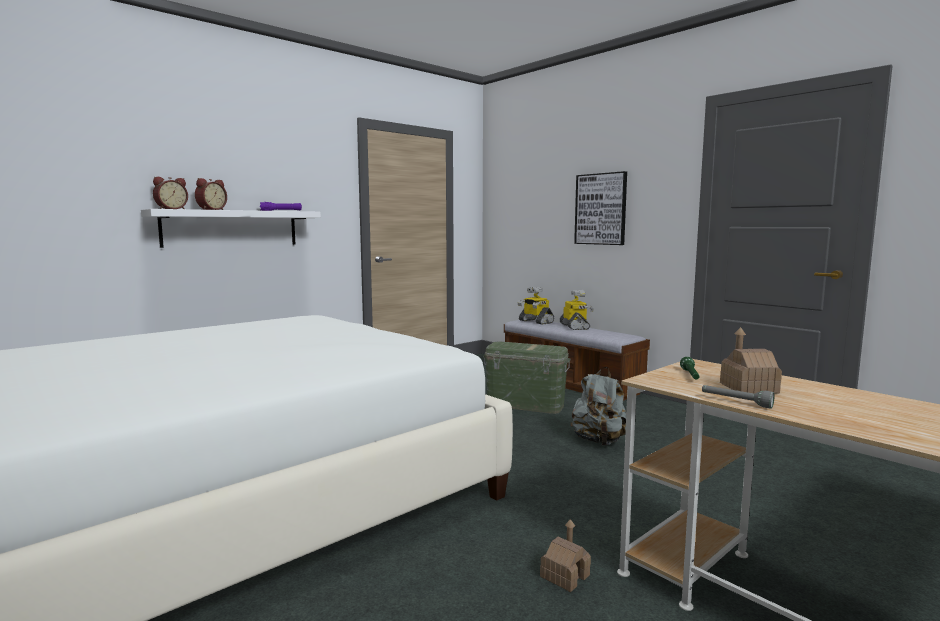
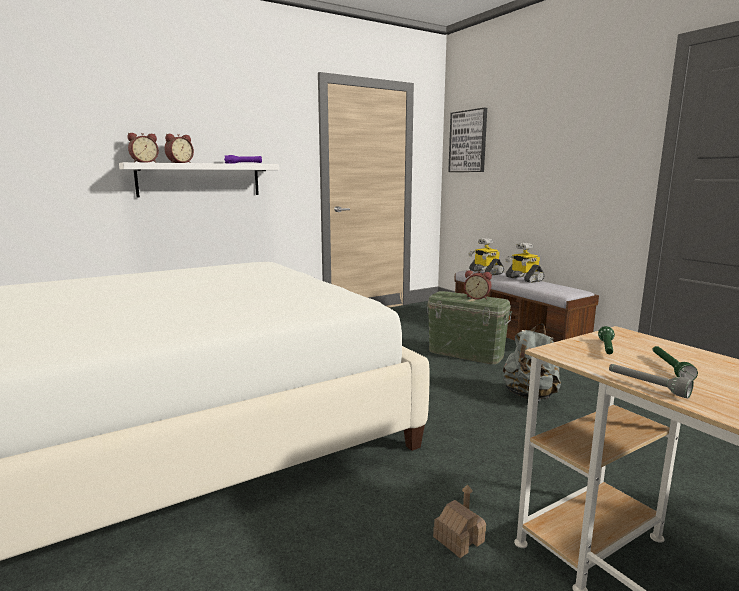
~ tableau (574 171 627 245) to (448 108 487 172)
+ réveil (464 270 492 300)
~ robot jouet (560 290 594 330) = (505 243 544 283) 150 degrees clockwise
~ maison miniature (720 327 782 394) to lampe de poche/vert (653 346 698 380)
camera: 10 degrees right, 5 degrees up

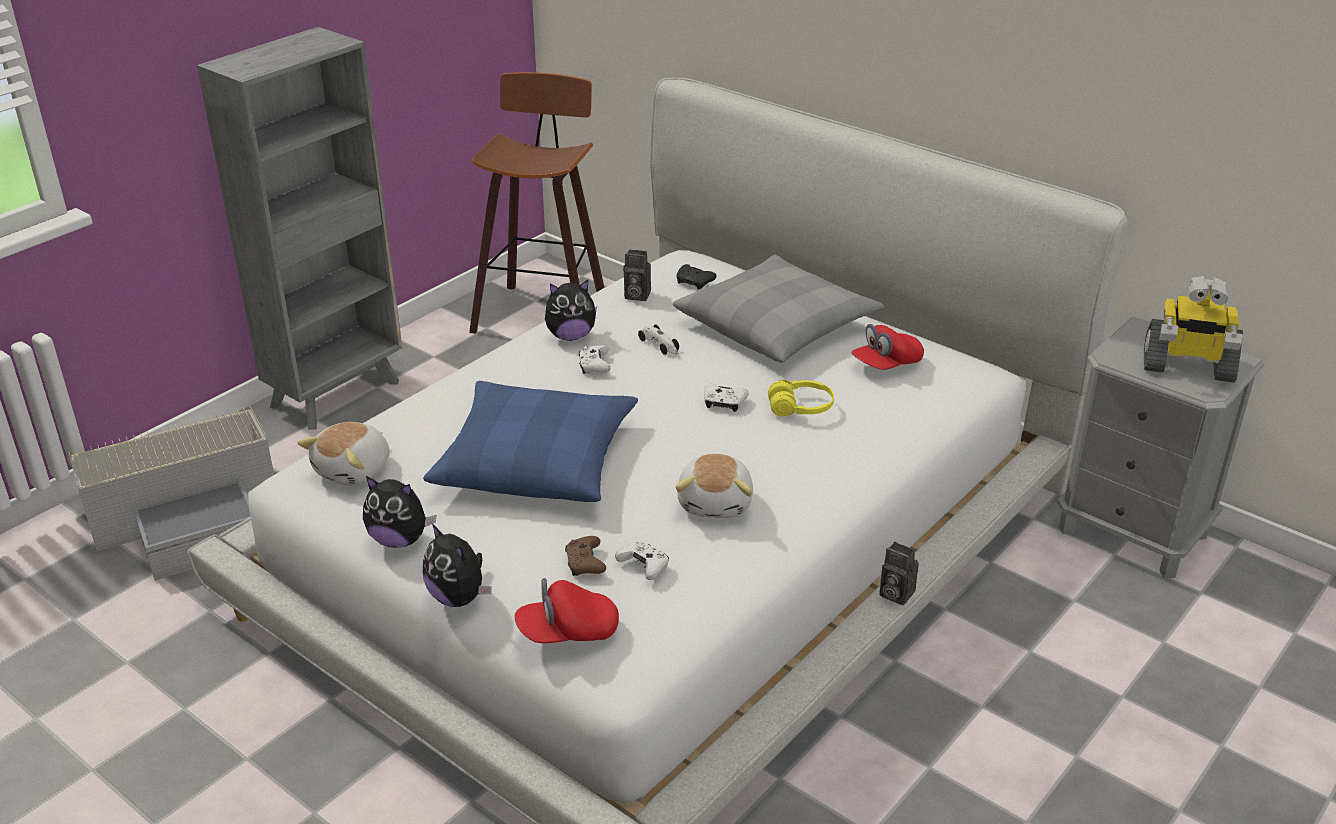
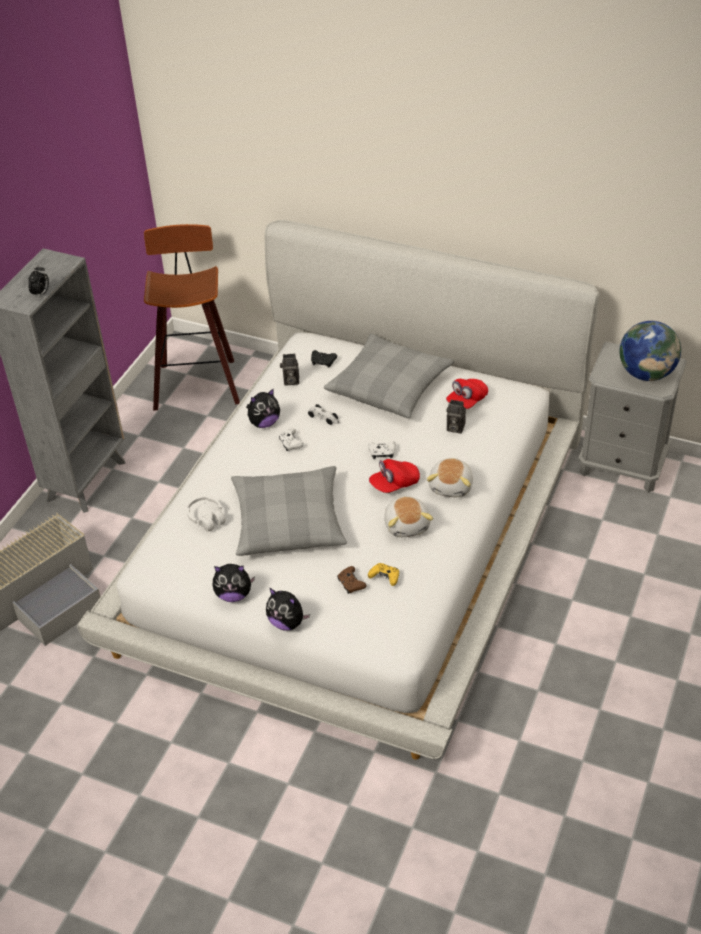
+ réveil (28 265 49 296)
+ casque audio/blanc (187 497 226 531)
~ coussin/bleu (423 381 638 502) to coussin/gris (231 466 347 556)
~ manette/blanc (615 542 669 580) to manette/jaune (368 563 399 586)
~ casquette/rouge (515 578 619 643) to (369 459 420 493)
~ peluche (298 422 389 486) to (427 458 473 497)
~ appareil photo (880 542 919 605) to (446 399 466 434)
~ robot jouet (1144 276 1243 382) to globe (619 321 681 381)
- casque audio/jaune (768 380 834 417)
camera: 15 degrees left, 10 degrees up

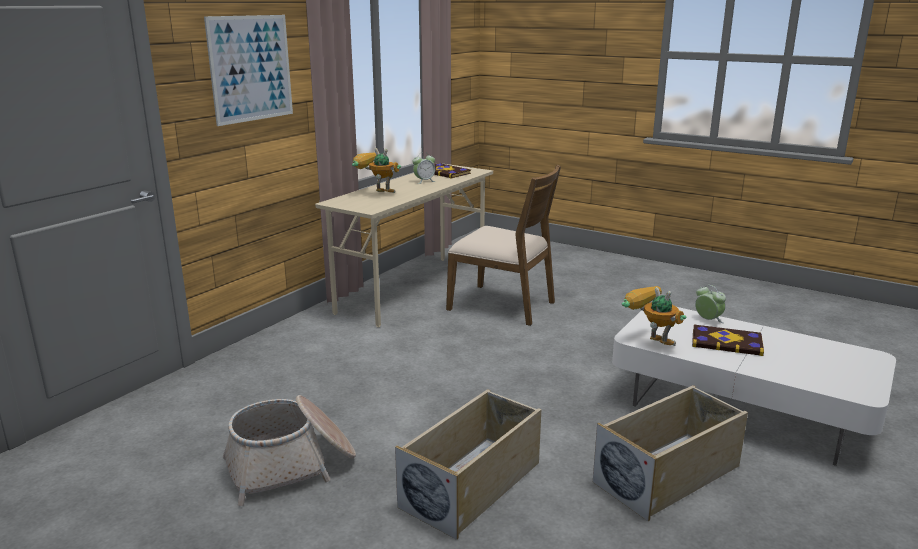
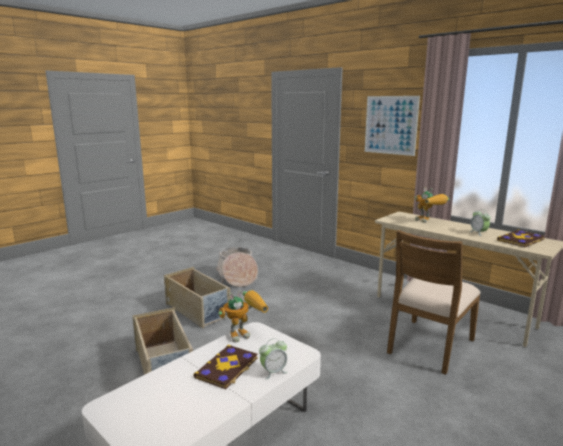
~ robot jouet (352 148 401 193) = (415 187 450 223) 120 degrees clockwise
camera: 100 degrees right, 5 degrees down

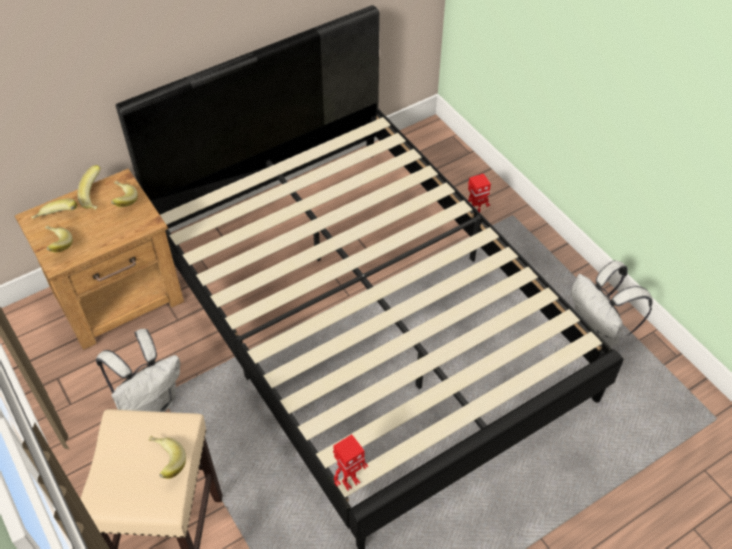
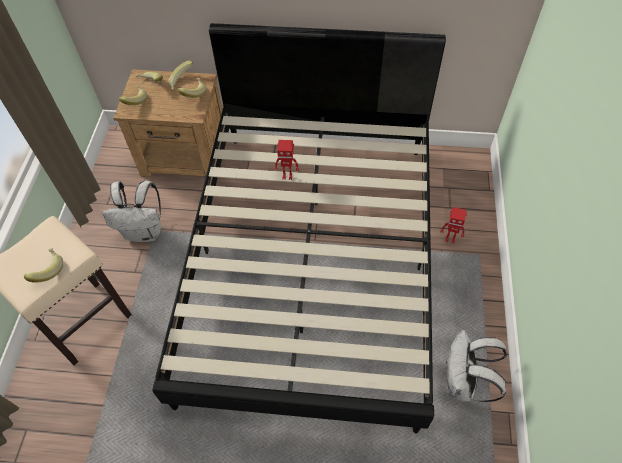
~ robot jouet (333 434 368 491) to (275 140 299 180)
camera: 40 degrees right, 5 degrees up

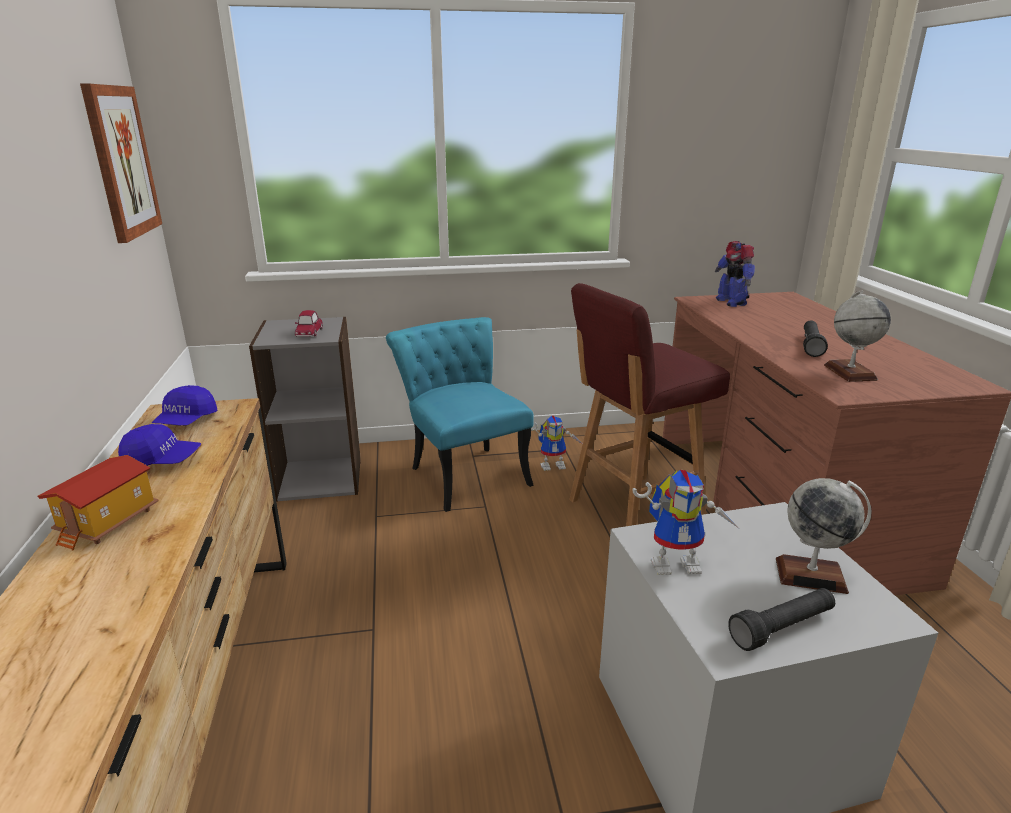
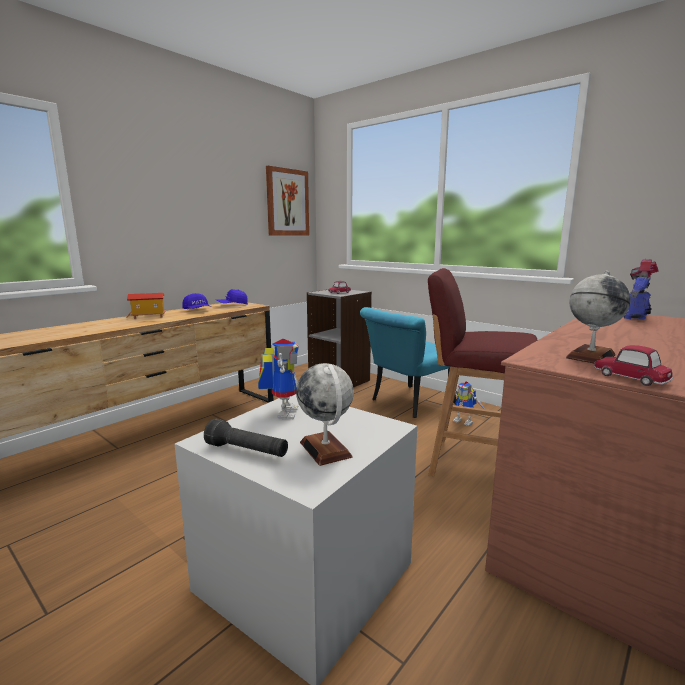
~ robot jouet (633 470 737 575) = (258 339 299 420) 135 degrees counterclockwise
~ chaise/turquoise (386 317 534 512) = (360 307 457 418) 150 degrees counterclockwise
+ petite voiture (594 345 673 386)
- lampe de poche/noir (803 321 828 357)
camera: 50 degrees right, 10 degrees down

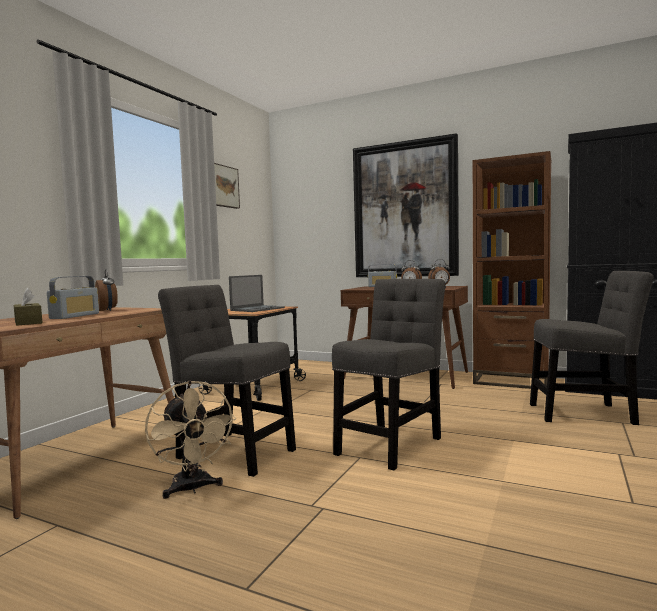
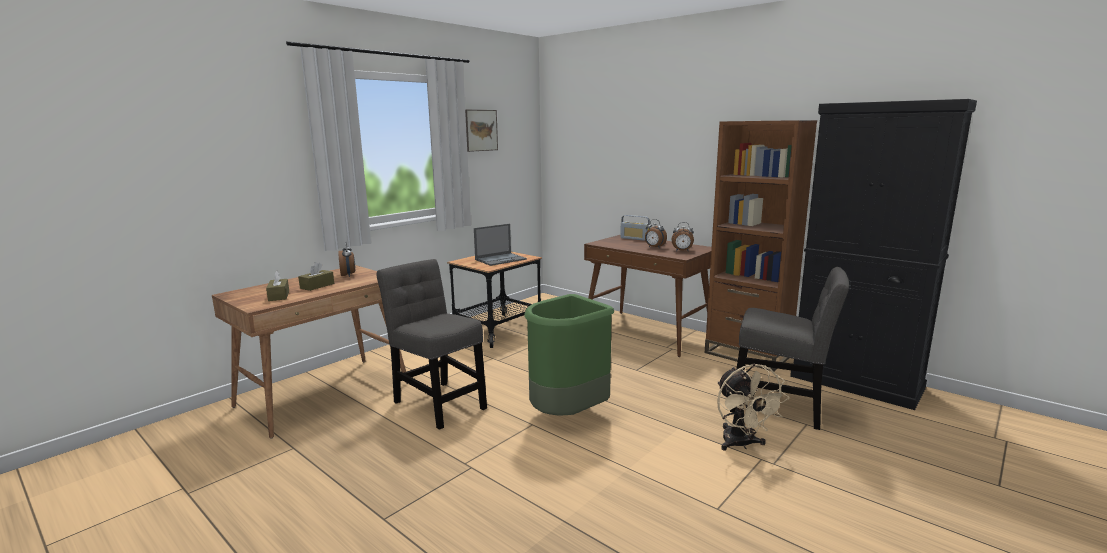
~ radio (47 276 99 319) to boîte à mouchoirs/marron (298 262 334 291)
~ chaise/gris (332 279 445 471) to poubelle/vert (524 294 614 416)
~ ventilateur/beige (145 380 237 499) to (717 364 790 451)
- tableau (353 133 459 277)
camera: 15 degrees right, 10 degrees up

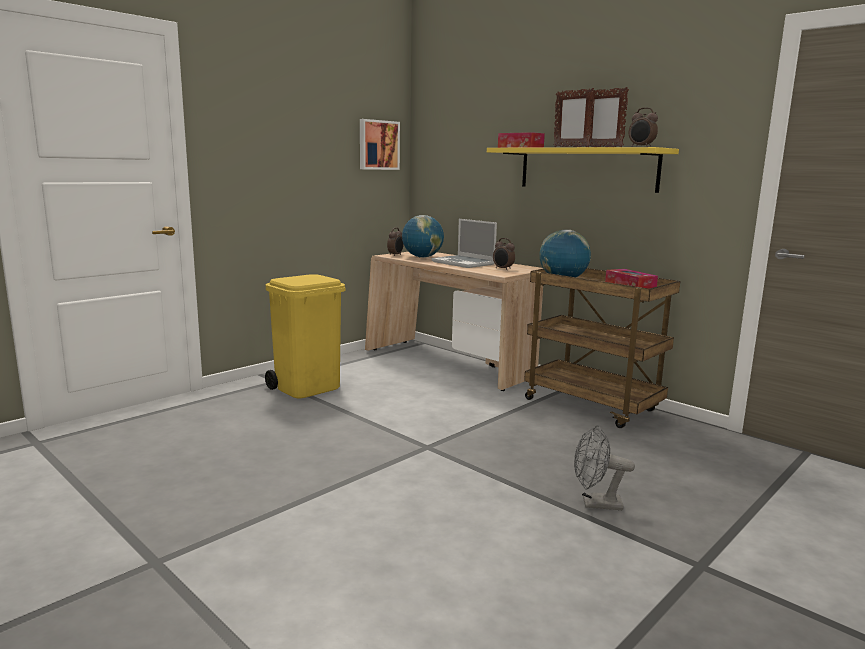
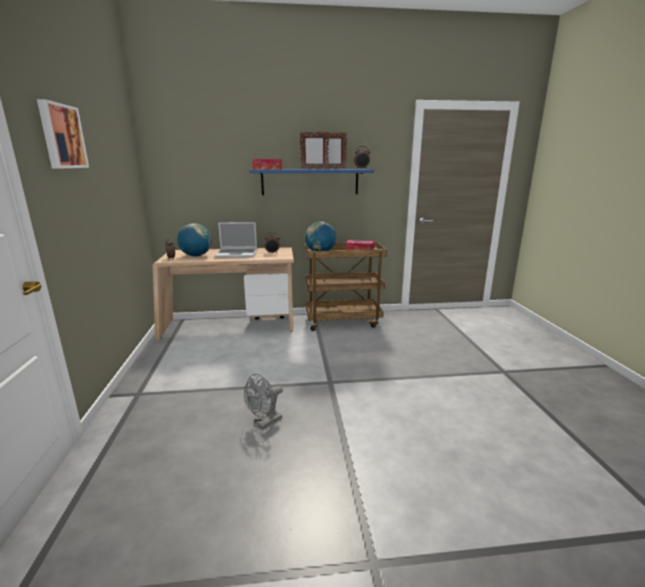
~ tableau (360 119 400 170) to (37 99 89 169)
~ ventilateur/gris (574 425 635 510) to (244 374 283 429)
~ étagère/jaune (487 147 679 193) to étagère/bleu (249 169 374 195)
- poubelle/jaune (265 274 345 398)
camera: 50 degrees left, 5 degrees up

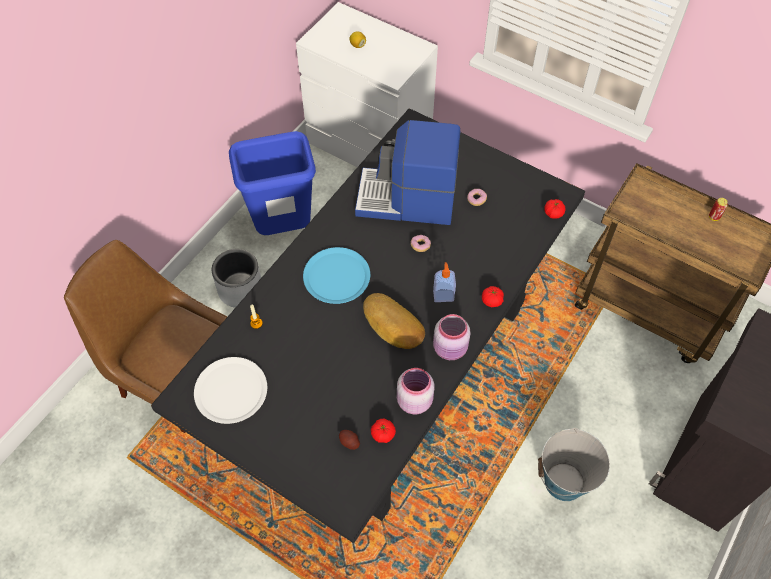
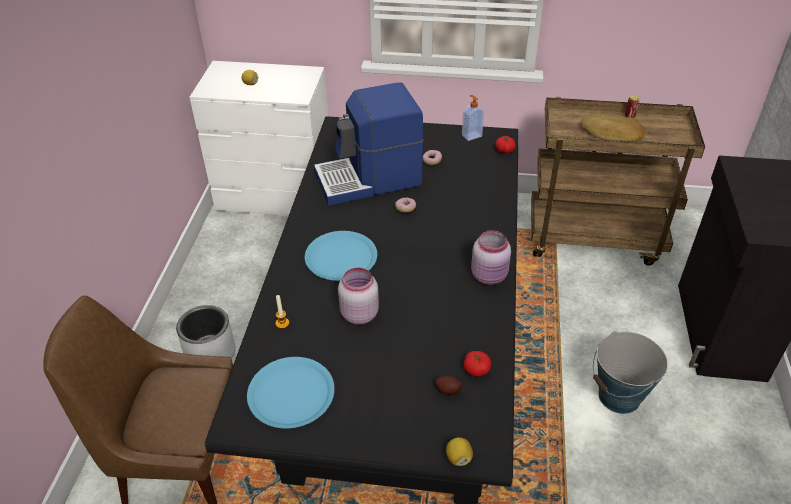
~ assiette/blanc (194 357 267 424) to assiette/bleu (247 357 335 428)
~ bocal/rose (397 368 434 414) to (338 268 379 325)
+ citron (446 437 473 466)
~ distributeur de savon (433 262 456 302) to (462 95 484 141)
~ pain (363 293 425 349) to (581 114 646 141)
- poubelle/bleu (229 131 316 235)
- tomate (482 286 504 307)
camera: 25 degrees left, 15 degrees down

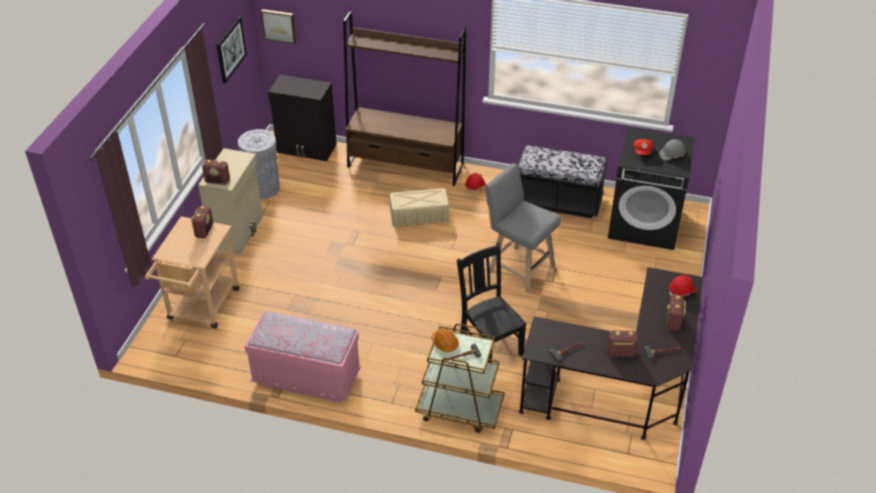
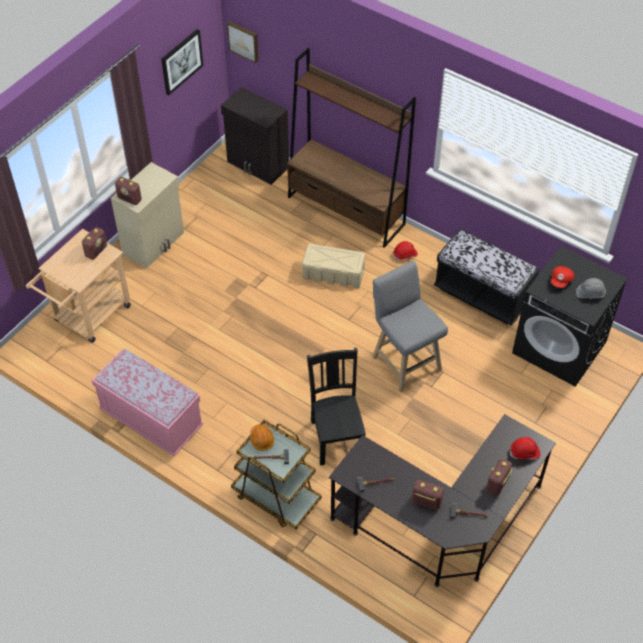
- poubelle/gris (238 129 280 199)
camera: 20 degrees right, 10 degrees up

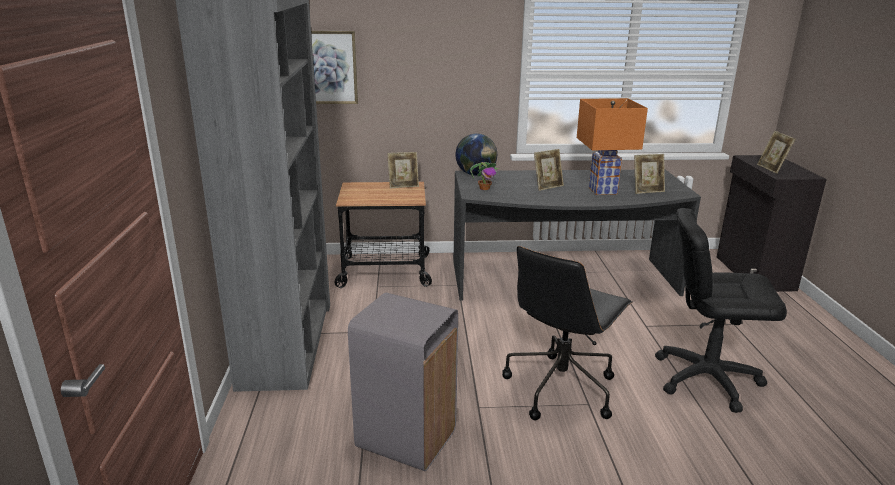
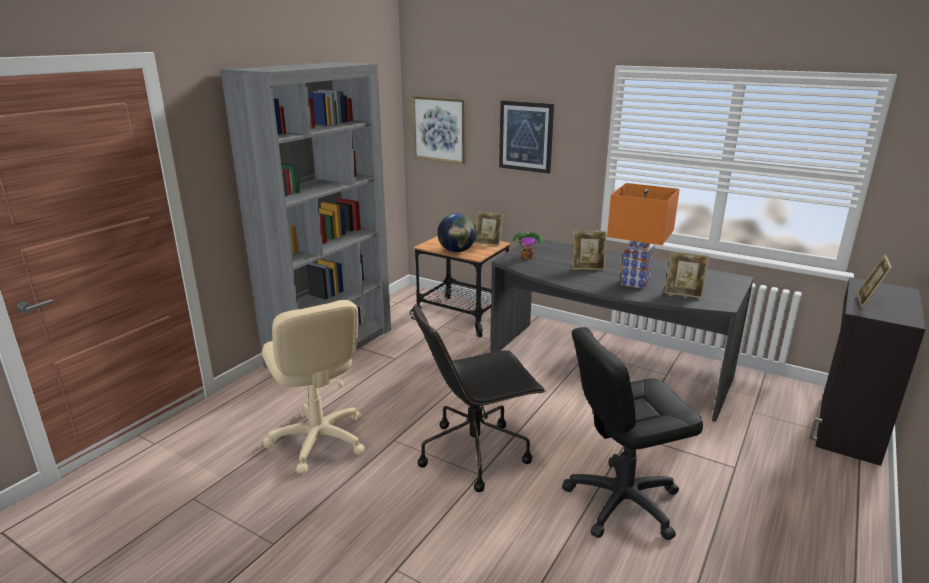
~ poubelle/gris (348 293 458 471) to chaise de bureau/beige (262 300 366 474)
~ globe (455 134 497 176) to (437 213 476 252)
+ tableau (499 100 554 173)
~ chaise de bureau/noir (655 208 787 413) = (562 327 703 540) 60 degrees counterclockwise
camera: 35 degrees right, 0 degrees up

